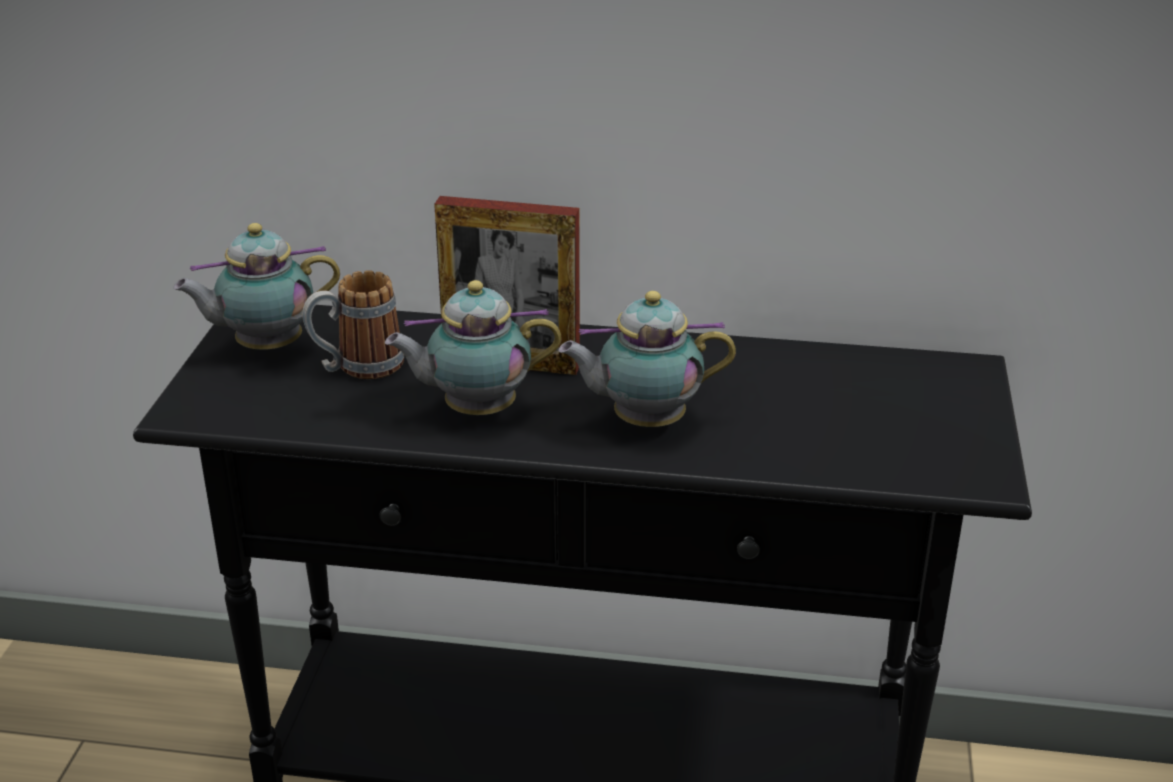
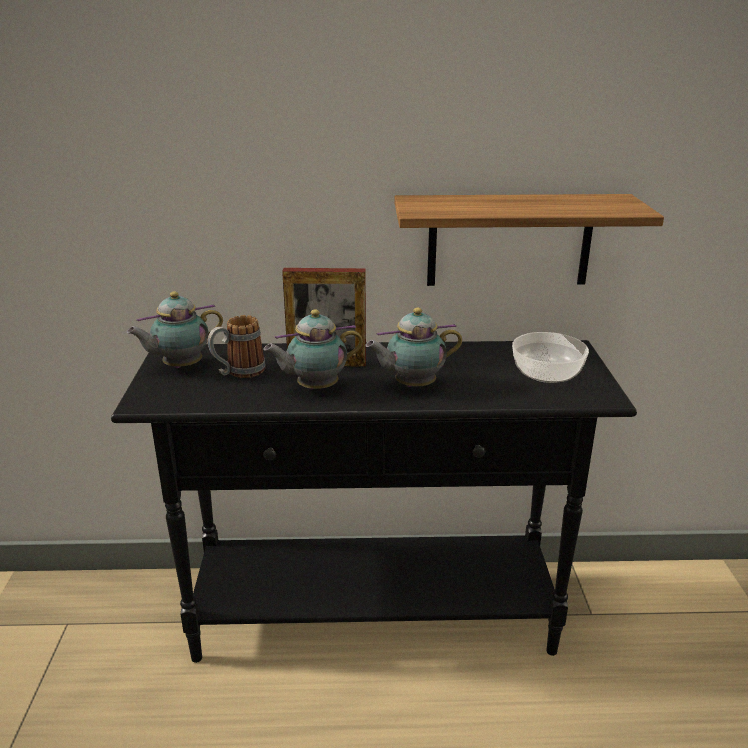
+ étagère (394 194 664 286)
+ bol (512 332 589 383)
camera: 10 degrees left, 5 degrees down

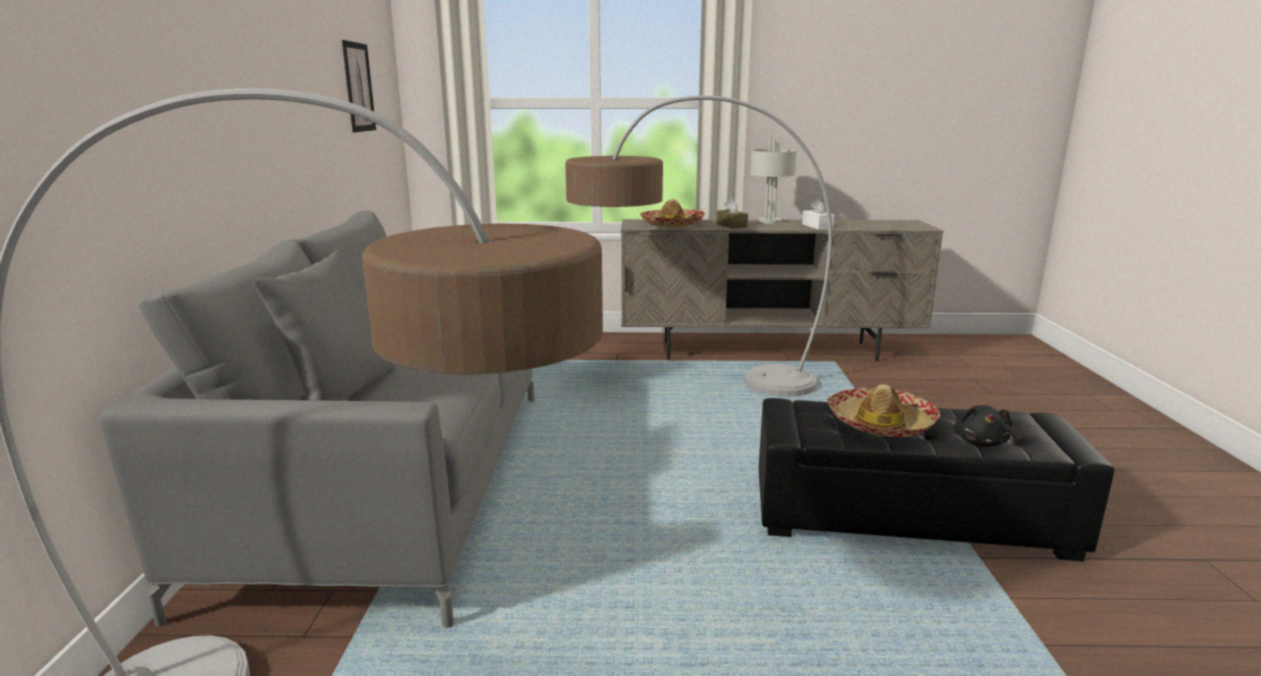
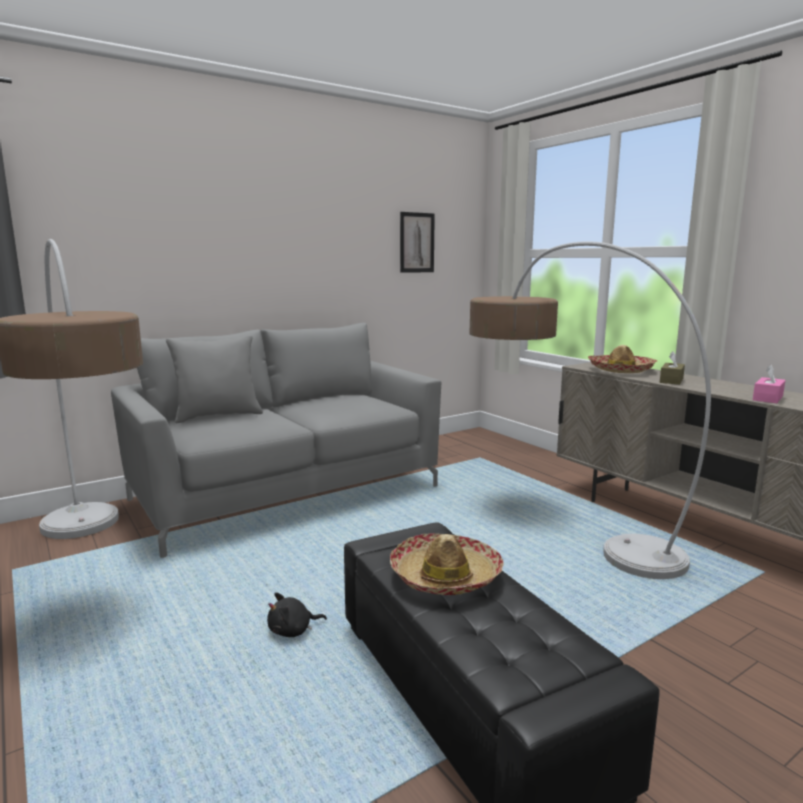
~ peluche/noir (954 405 1012 447) to (267 592 327 637)
~ boîte à mouchoirs/blanc (802 199 834 230) to boîte à mouchoirs/rose (753 365 785 403)
- lampe de table/gris (750 135 797 224)
camera: 55 degrees right, 5 degrees down

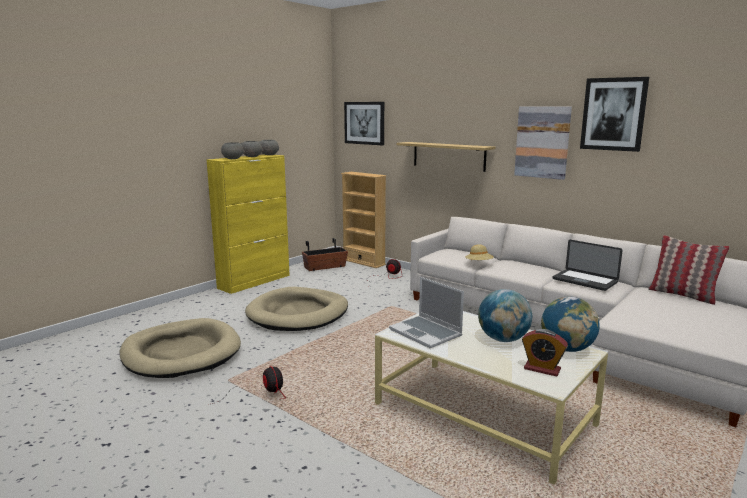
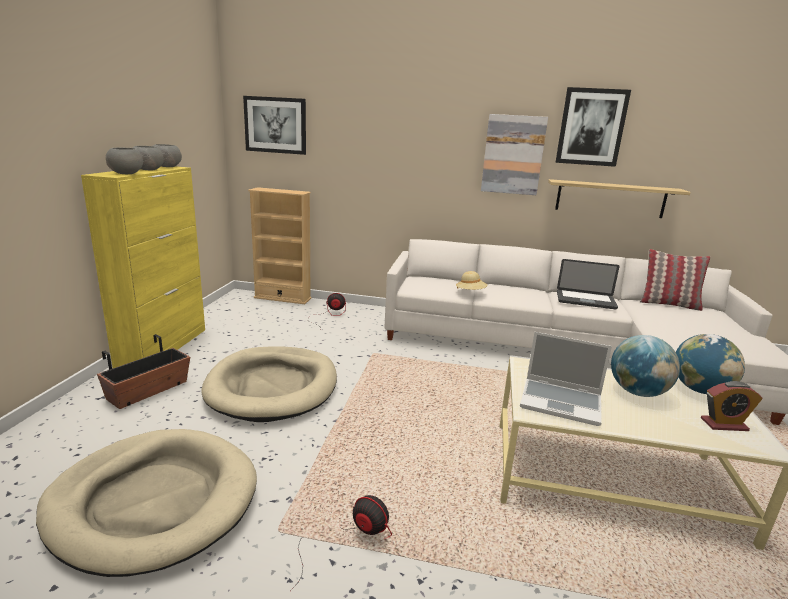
~ cache-pot (302 238 348 271) to (97 334 190 409)
~ étagère (397 142 495 172) to (548 179 690 218)
camera: 30 degrees left, 5 degrees up

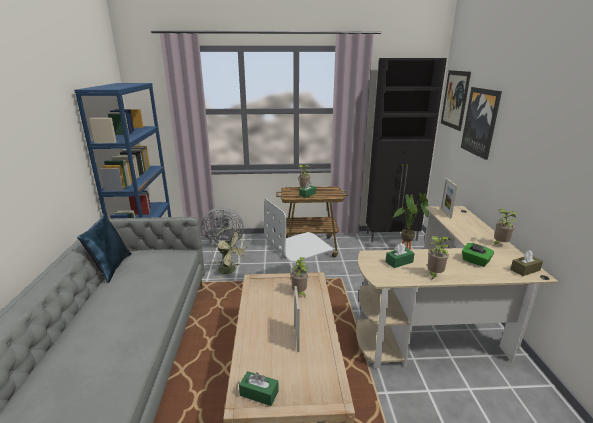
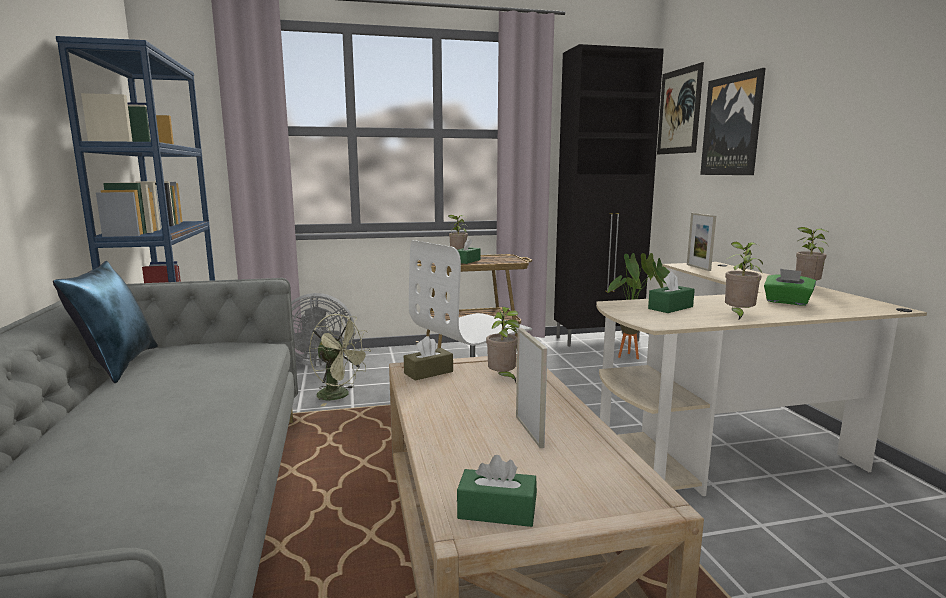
~ boîte à mouchoirs/marron (510 250 543 276) to (404 336 453 381)
camera: 10 degrees left, 10 degrees down

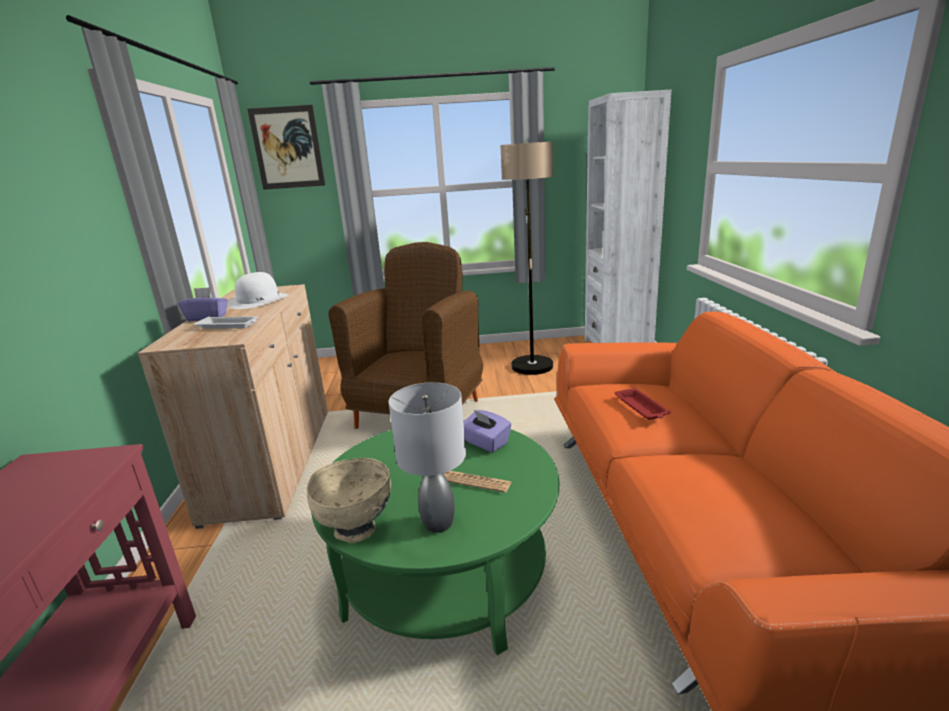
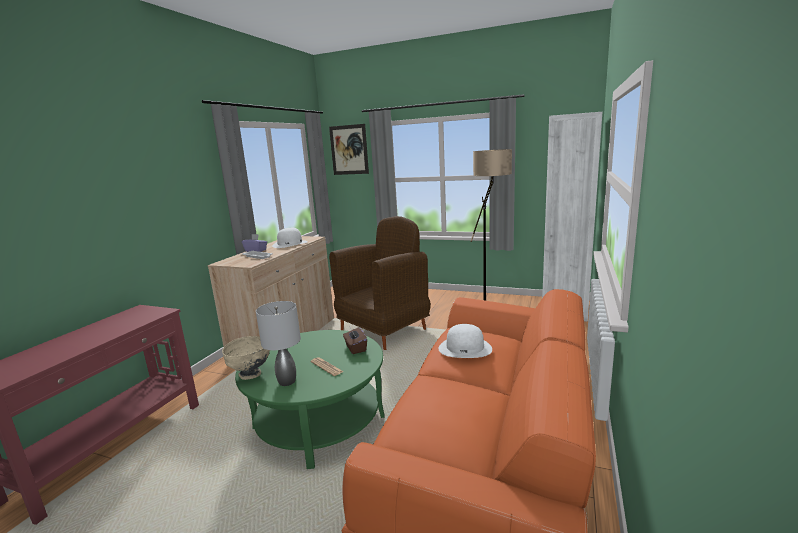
~ boîte à mouchoirs/violet (463 410 511 452) to boîte à mouchoirs/marron (343 327 367 354)
~ plateau/rouge (615 388 671 420) to chapeau/blanc (439 324 492 358)
camera: 25 degrees right, 5 degrees down

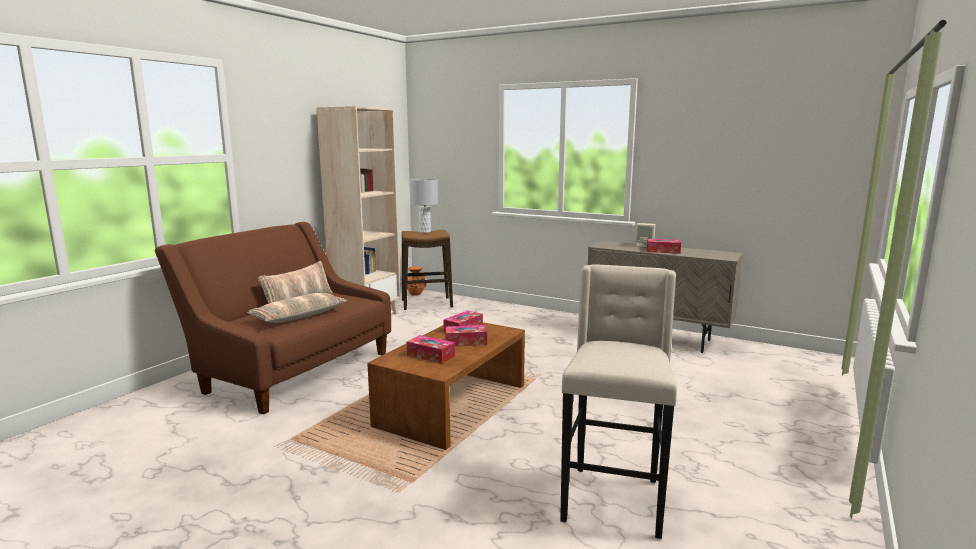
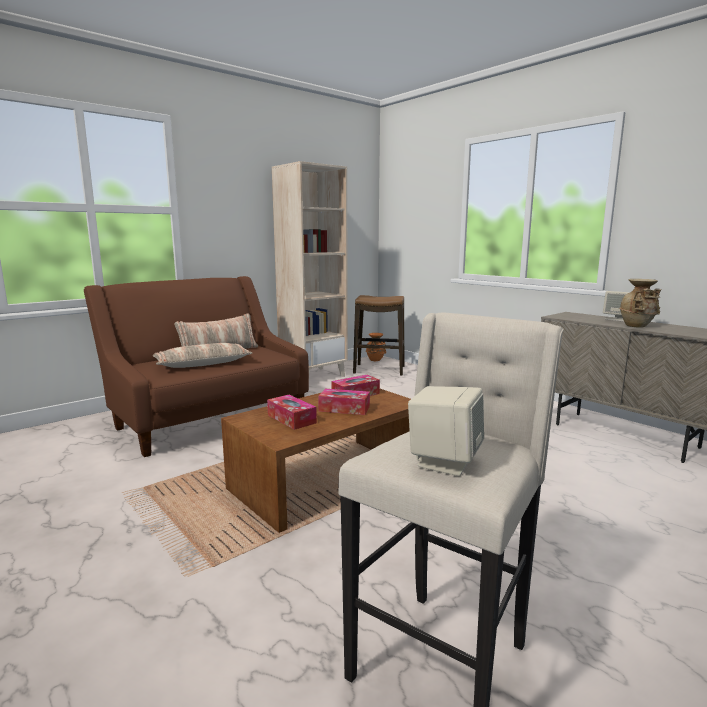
+ enceinte/beige (408 386 484 476)
~ boîte à mouchoirs (647 239 681 254) to vase/beige (619 279 661 327)
- lampe de table/gris (410 178 438 233)
camera: 20 degrees right, 0 degrees up

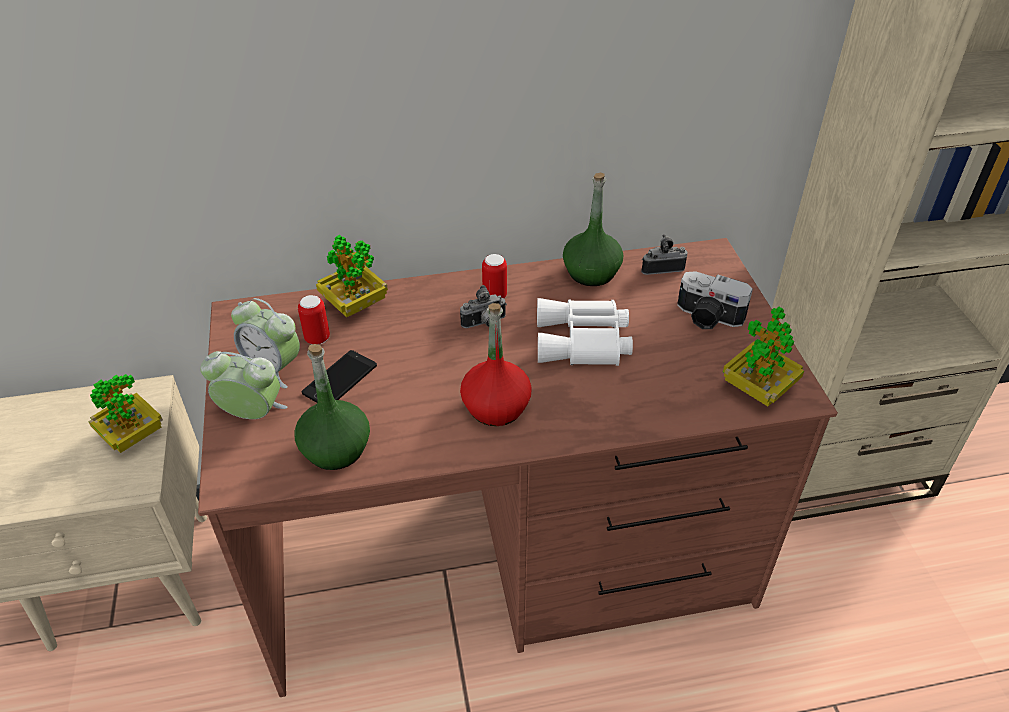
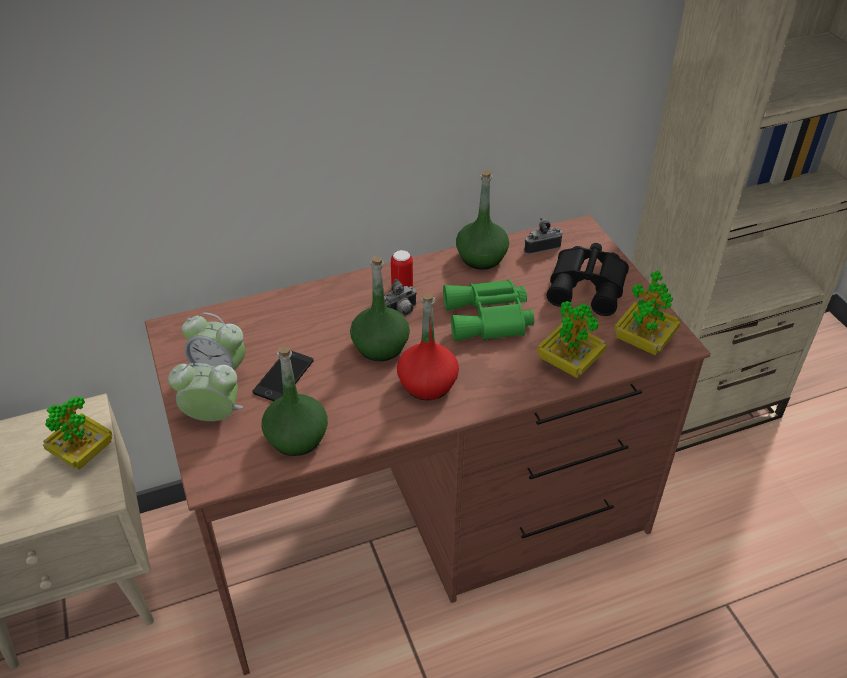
+ bouteille/vert (350 256 410 361)
~ jumelles/blanc (537 298 633 366) to jumelles/vert (443 279 534 341)
~ plante en pot (316 235 388 317) to (537 301 606 378)
~ appareil photo (677 271 753 329) to jumelles/noir (547 243 629 316)
- boîte métallique (298 295 330 345)
camera: 10 degrees left, 0 degrees up

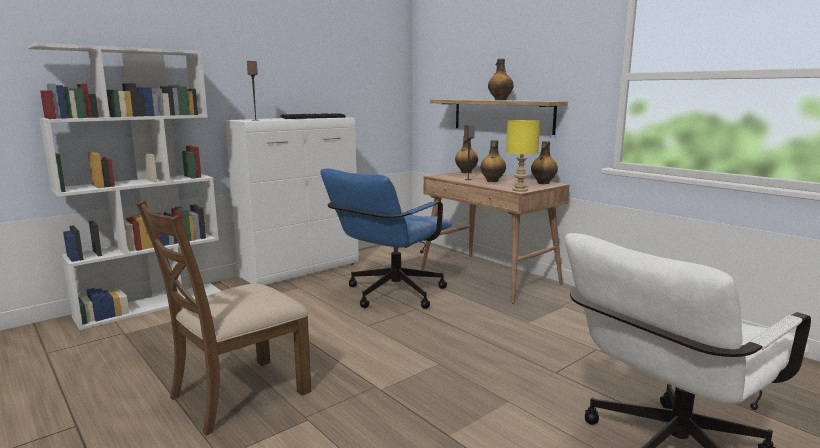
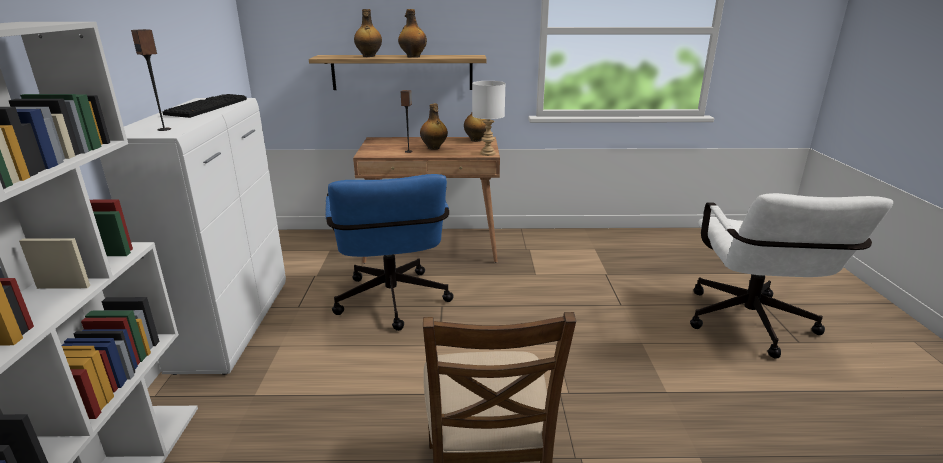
~ bouteille (455 138 478 173) to (354 9 382 57)
~ lampe de table/jaune (506 120 540 192) to lampe de table/blanc (472 81 506 156)
camera: 50 degrees left, 10 degrees up

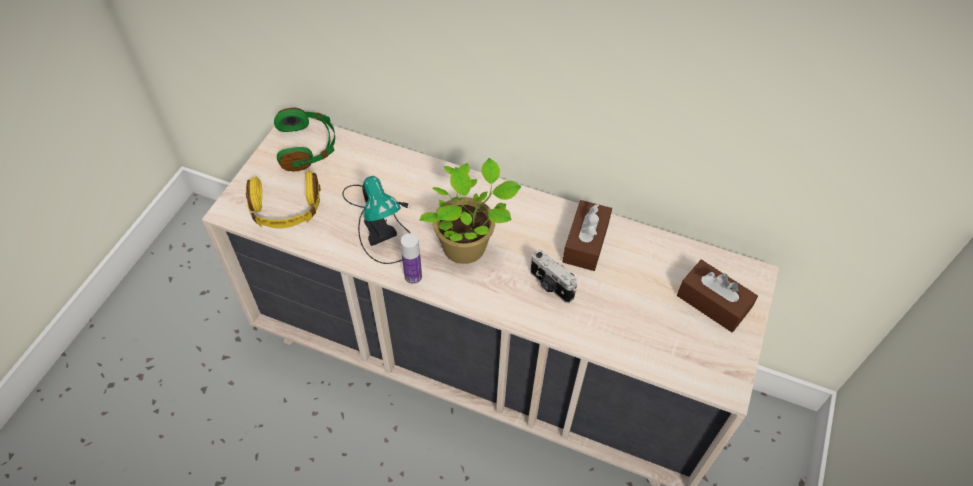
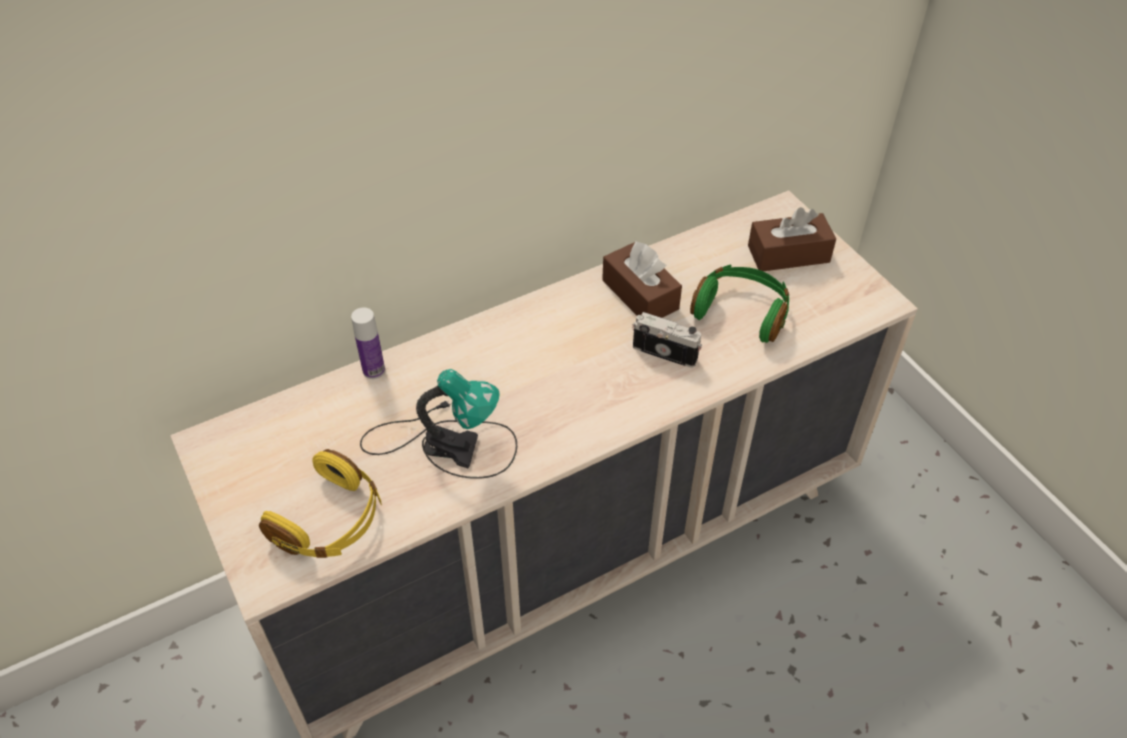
~ bouteille (401 233 422 284) to (351 308 385 379)
~ appareil photo (530 250 577 303) = (633 312 702 368) 150 degrees counterclockwise
~ casque audio/vert (274 108 335 172) to (690 265 789 343)
- plante en pot (419 158 522 264)
camera: 50 degrees left, 5 degrees down

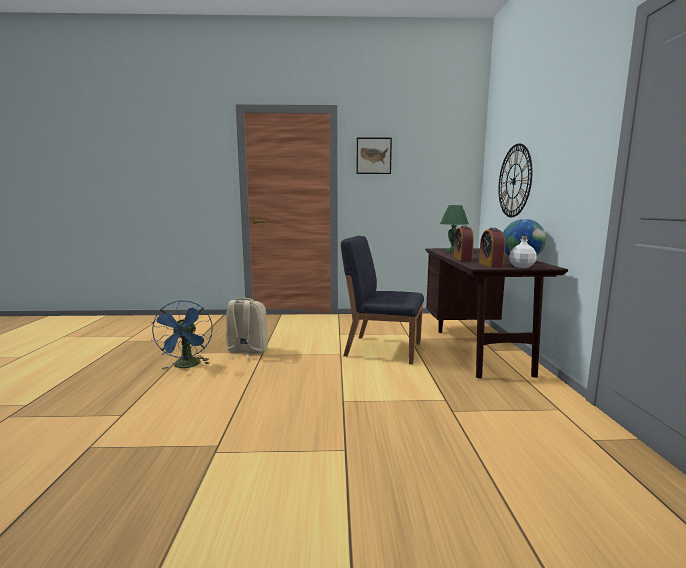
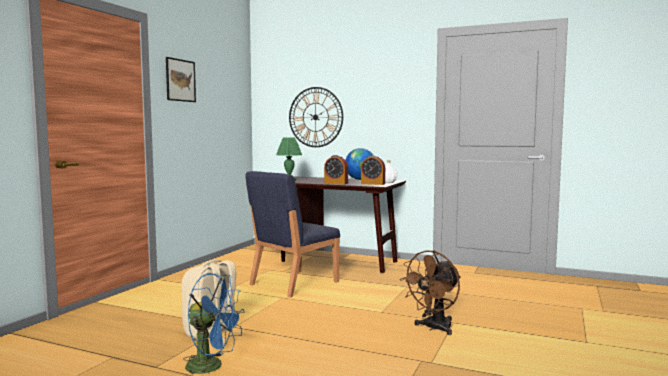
+ ventilateur/marron (400 250 461 335)
camera: 65 degrees left, 5 degrees down

